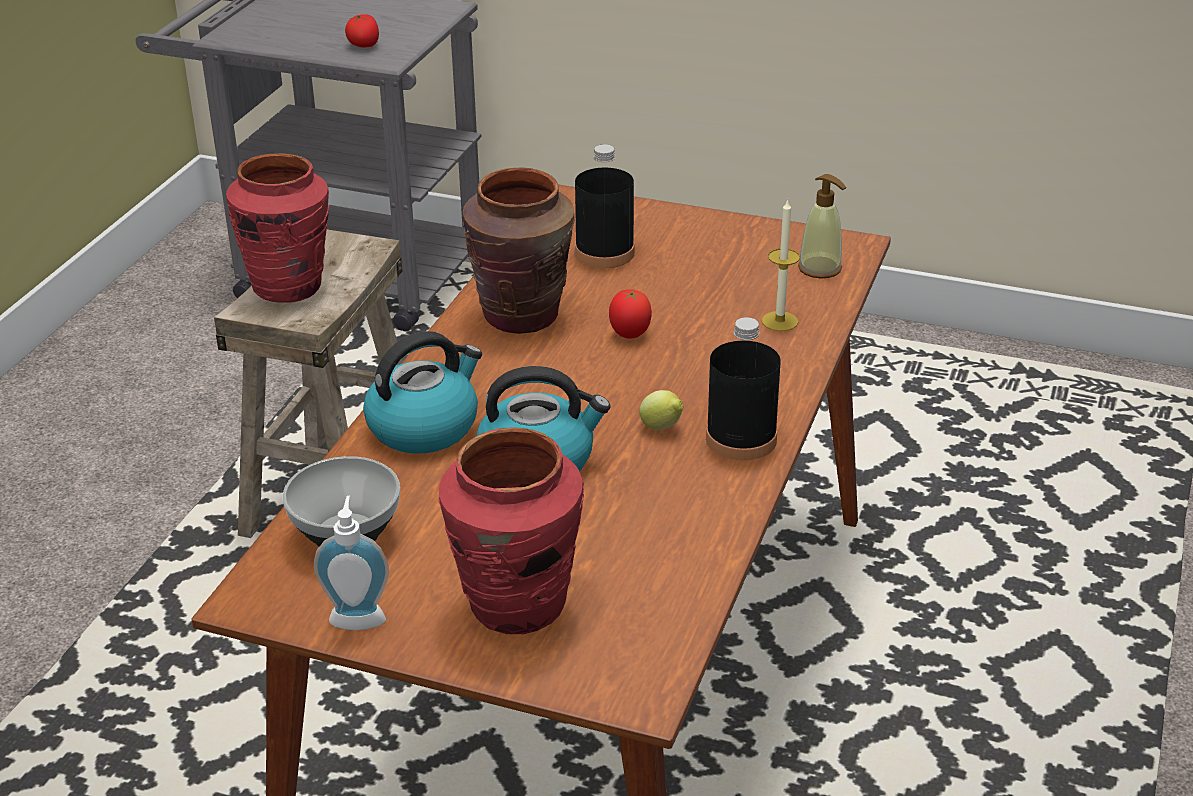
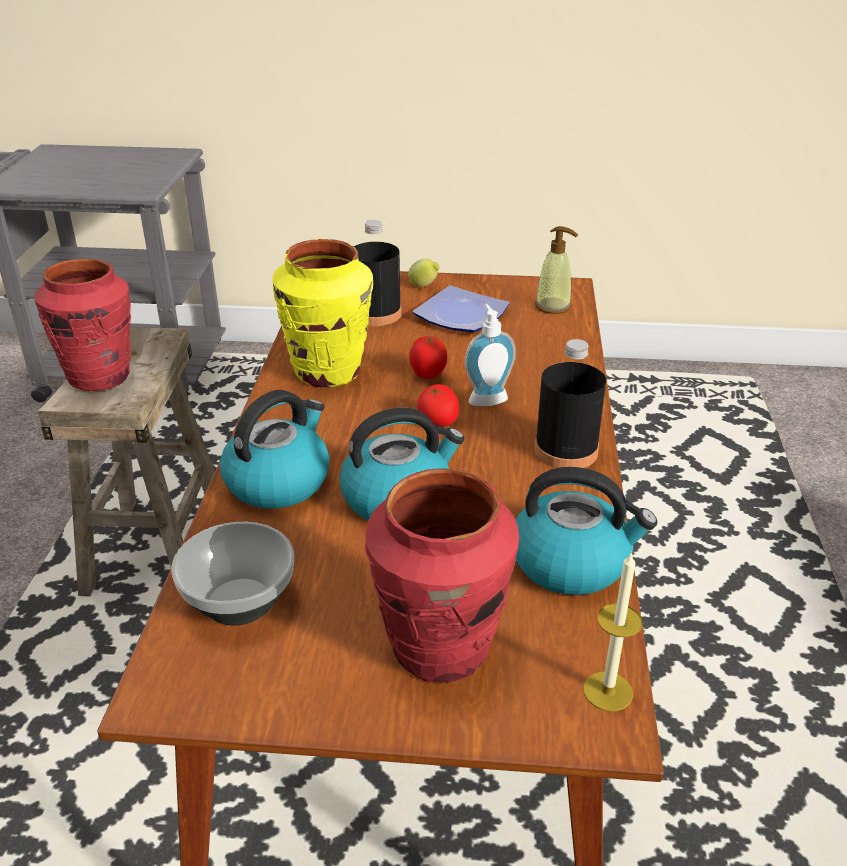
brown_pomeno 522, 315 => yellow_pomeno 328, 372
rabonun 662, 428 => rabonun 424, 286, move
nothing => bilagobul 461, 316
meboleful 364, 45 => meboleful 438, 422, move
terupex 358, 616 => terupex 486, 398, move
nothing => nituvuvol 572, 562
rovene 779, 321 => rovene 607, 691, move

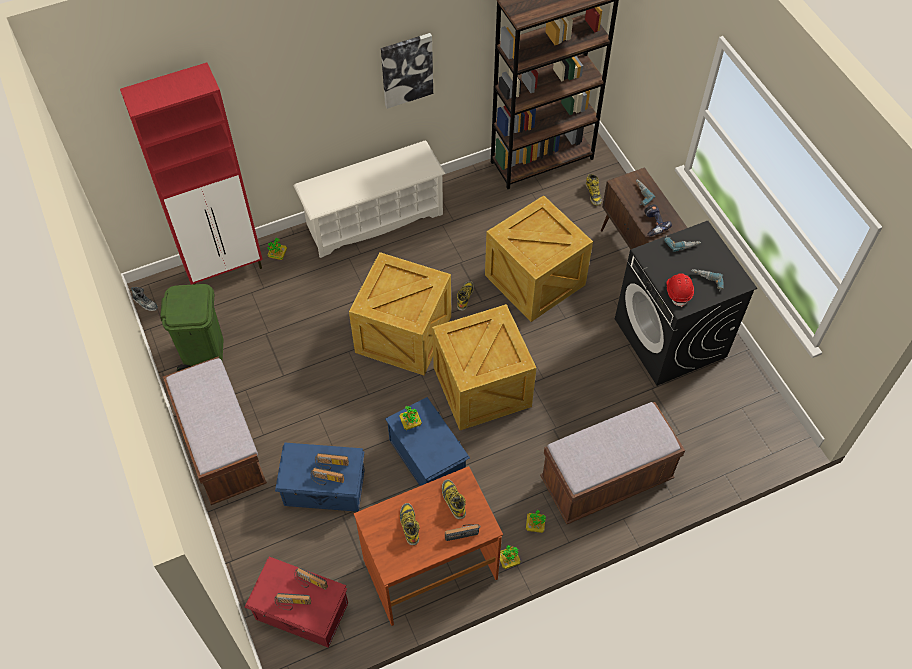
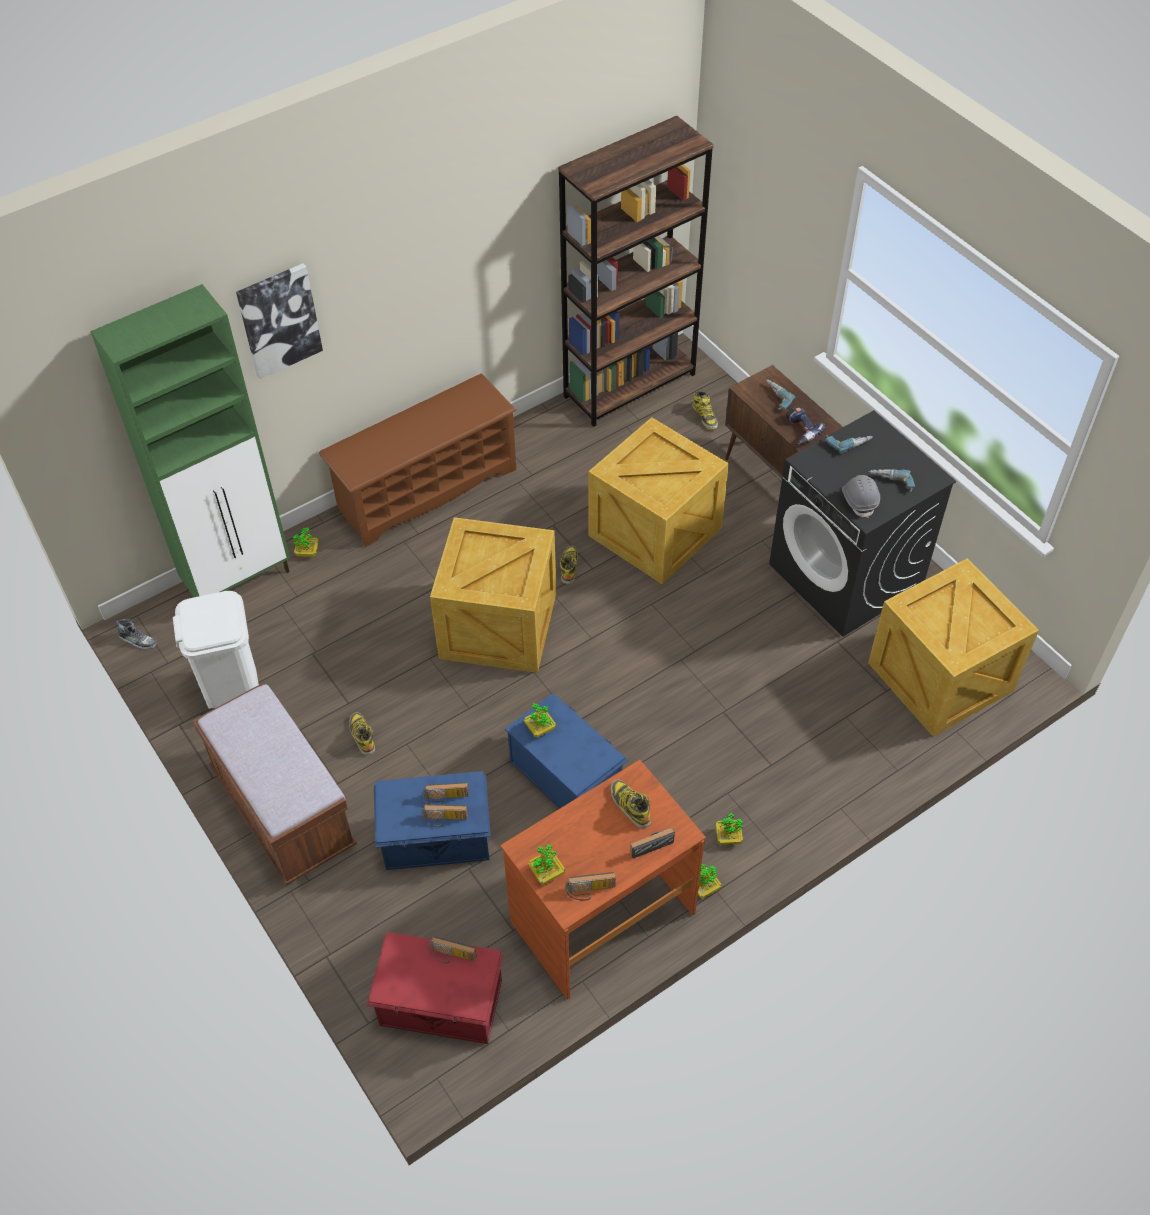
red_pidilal 226, 269 => green_pidilal 240, 580
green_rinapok 204, 352 => white_rinapok 232, 691
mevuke 406, 70 => mevuke 279, 320, move
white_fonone 374, 219 => brown_fonone 426, 488
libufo 409, 525 => libufo 362, 735, move
nothing => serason 546, 872
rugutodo 293, 604 => rugutodo 590, 891, move
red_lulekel 678, 292 => grey_lulekel 859, 500
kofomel 481, 388 => kofomel 940, 679, move
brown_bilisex 606, 480 => nothing

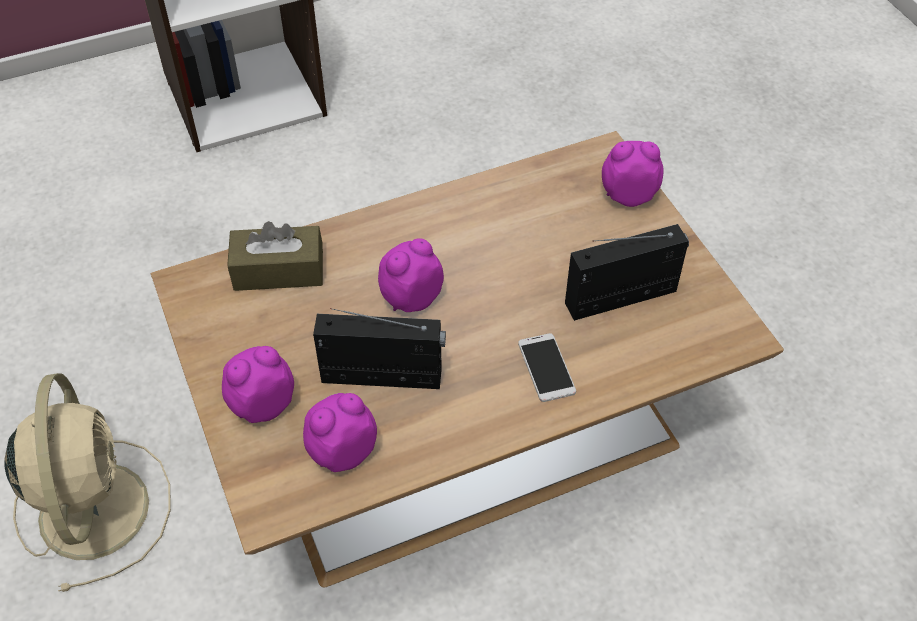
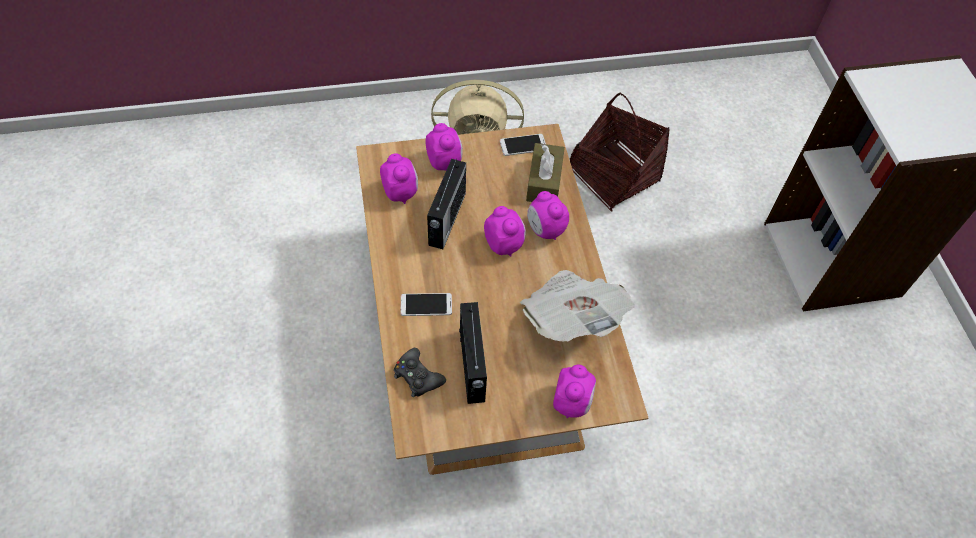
nothing => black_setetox 417, 377
nothing => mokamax 523, 145
nothing => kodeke 572, 318
nothing => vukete 545, 230
nothing => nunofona 613, 175

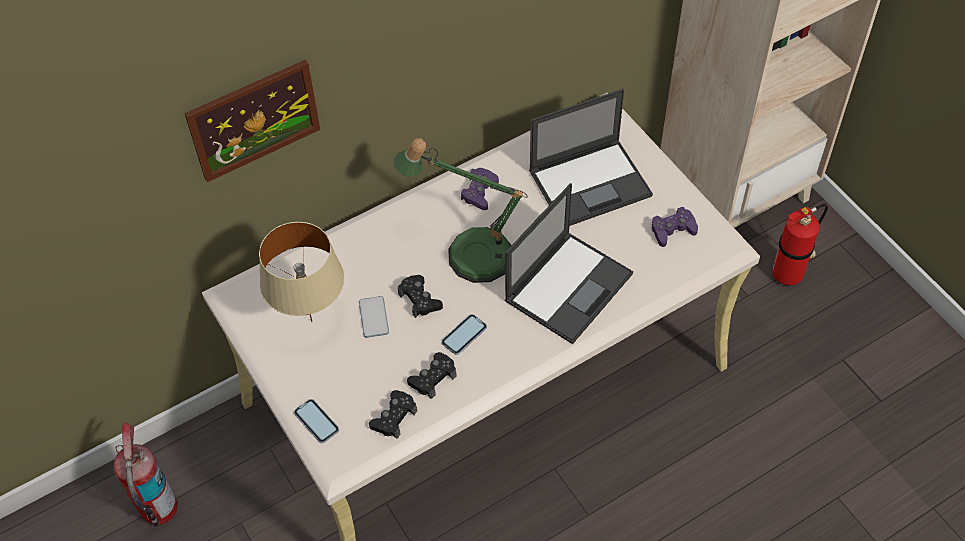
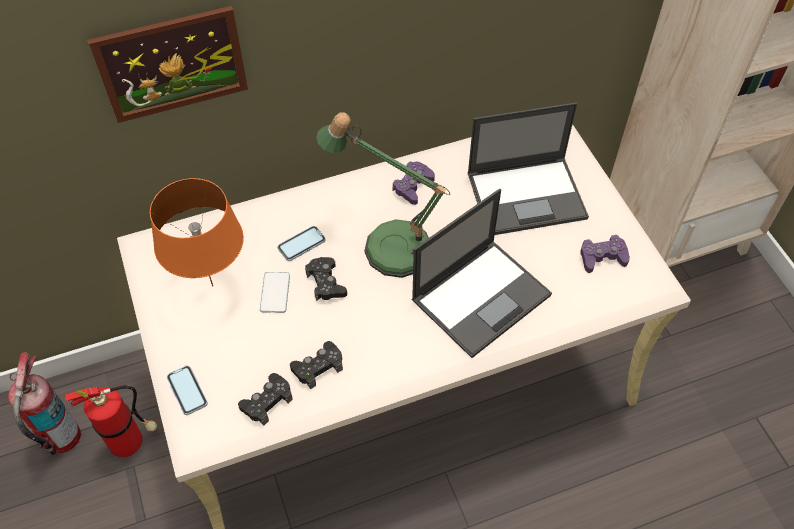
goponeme 789, 274 => goponeme 131, 442, move
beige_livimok 311, 322 => orange_livimok 212, 286
mokamax 464, 335 => mokamax 301, 244, move

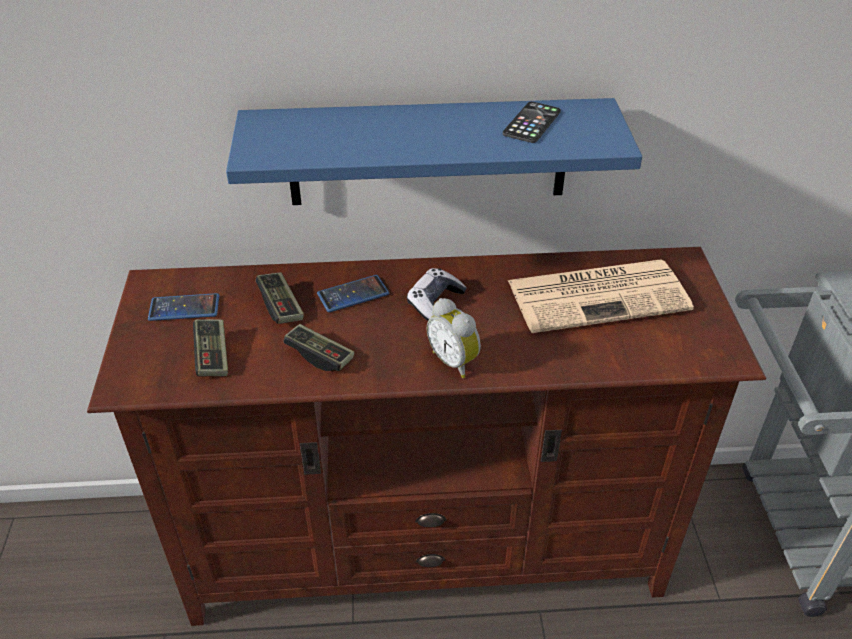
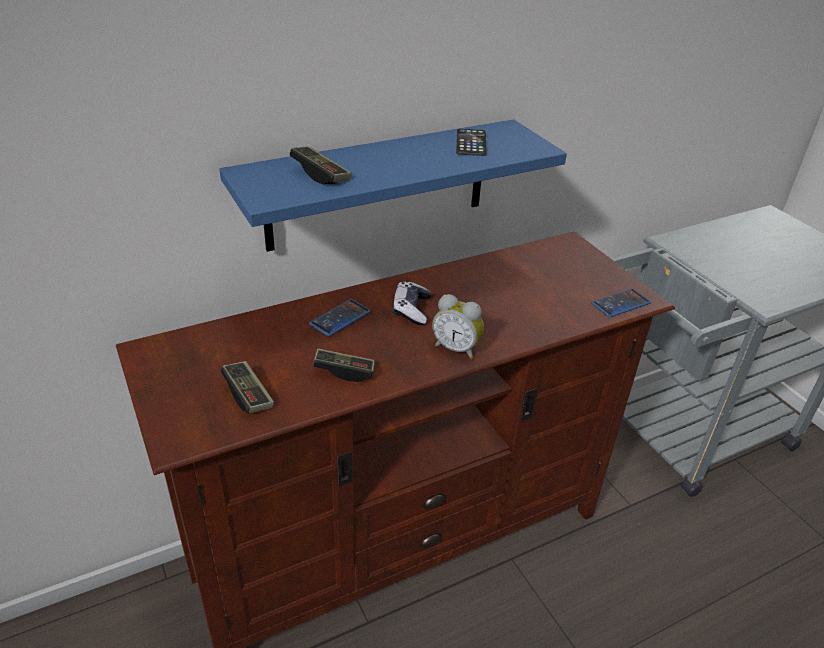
setetox 280, 306 => setetox 320, 174, move
mokamax 184, 308 => mokamax 620, 303, move
kodeke 599, 295 => nothing

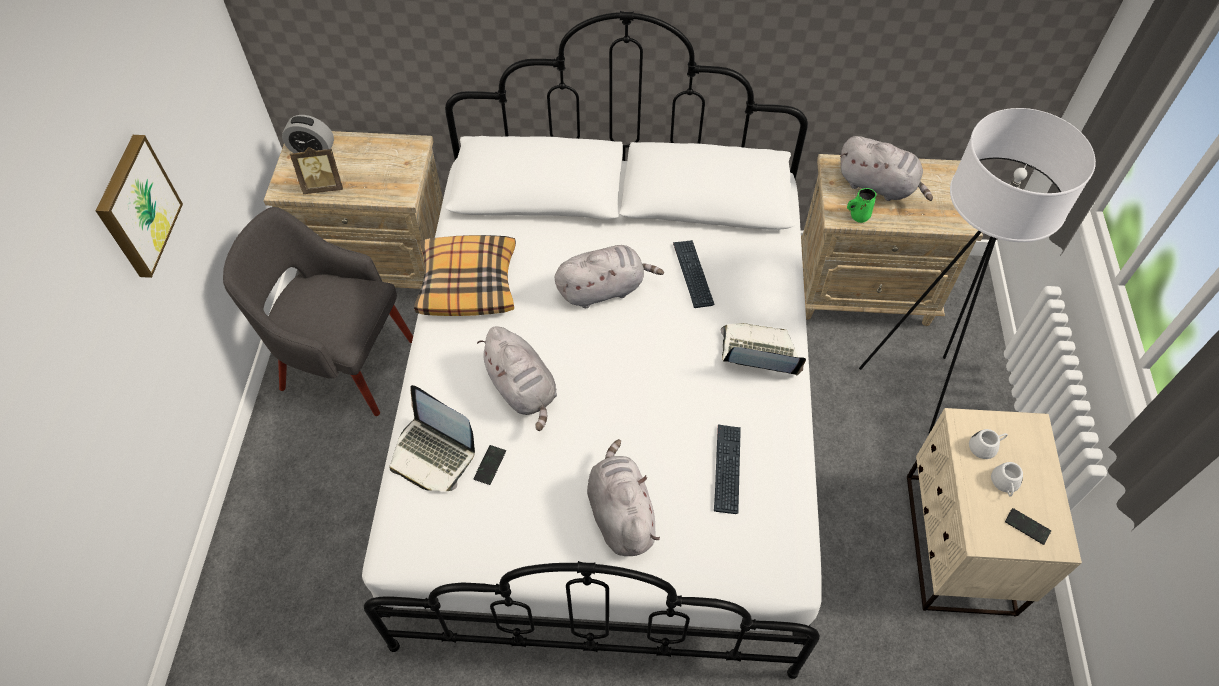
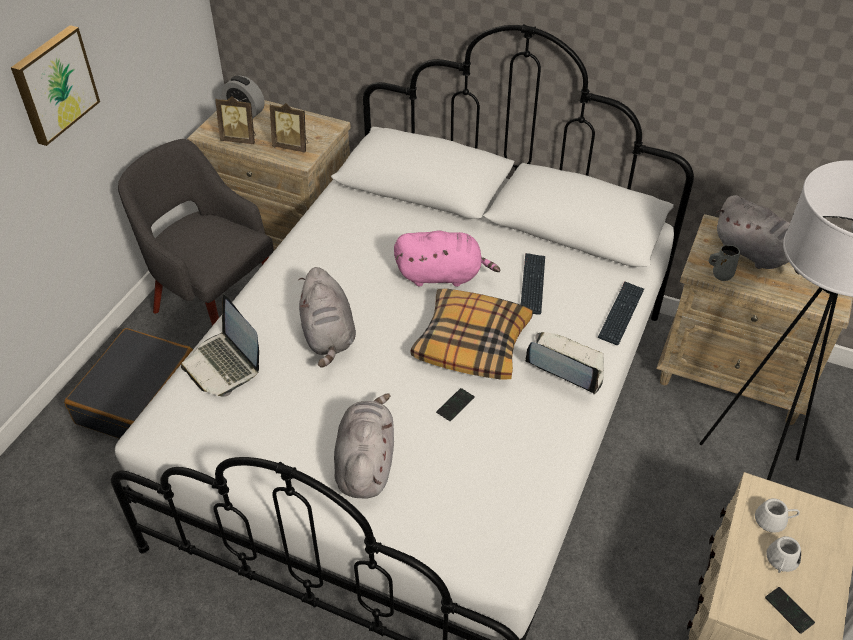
nothing => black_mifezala 139, 398
nothing => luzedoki 292, 146
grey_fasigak 604, 289 => pink_fasigak 442, 275
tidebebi 468, 283 => tidebebi 472, 342, move
mokamax 490, 465 => mokamax 455, 405, move
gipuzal 727, 469 => gipuzal 621, 313, move
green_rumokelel 858, 216 => grey_rumokelel 721, 274

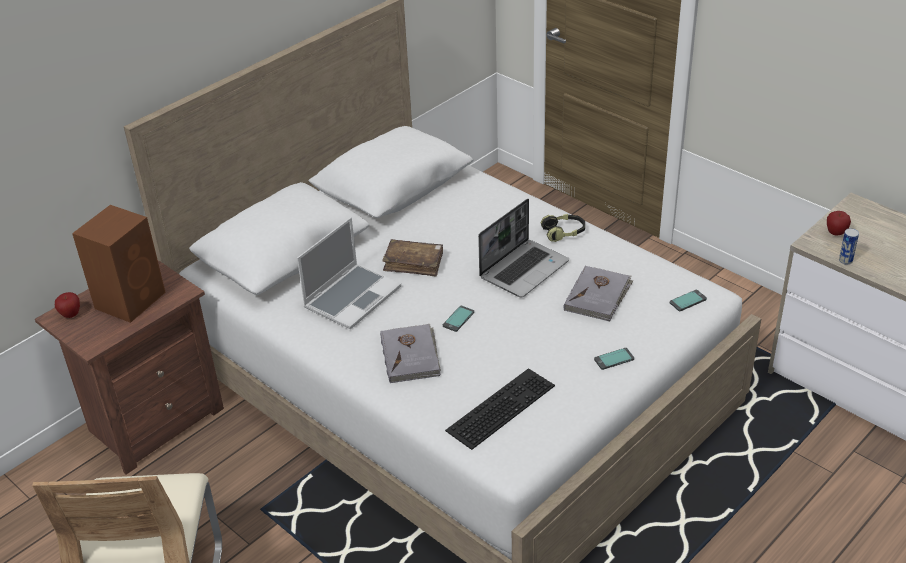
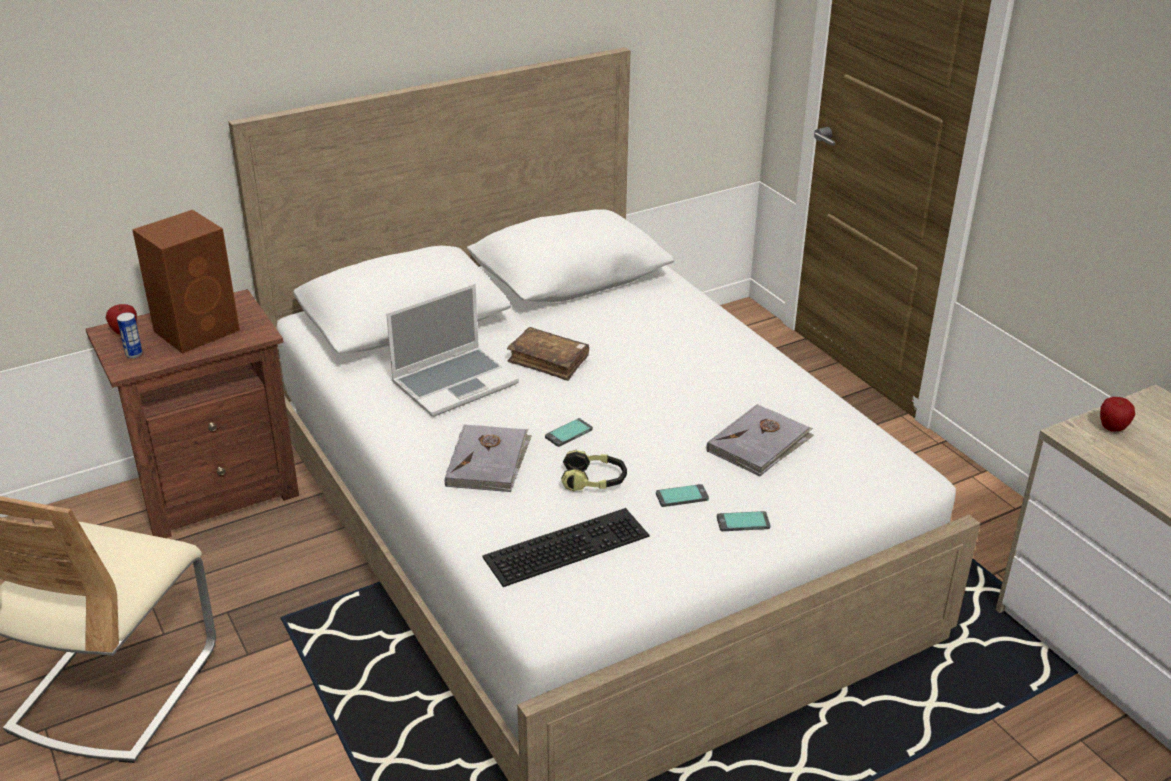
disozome 845, 260 => disozome 134, 354, move
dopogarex 564, 233 => dopogarex 594, 481, move
mokamax 687, 301 => mokamax 682, 496, move
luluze 524, 269 => nothing

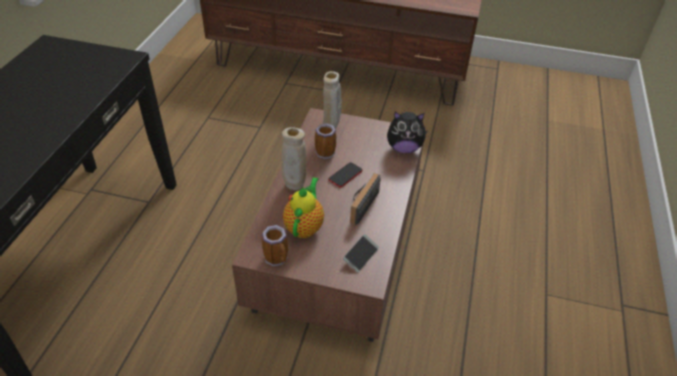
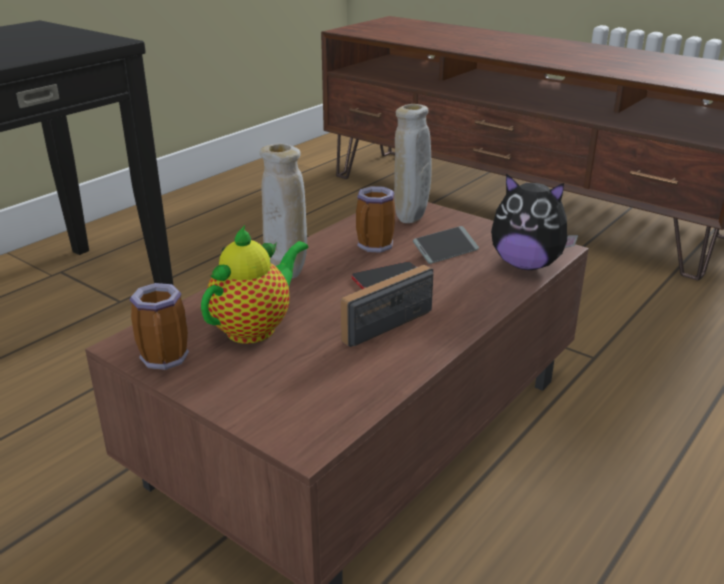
mokamax 361, 255 => mokamax 445, 251, move

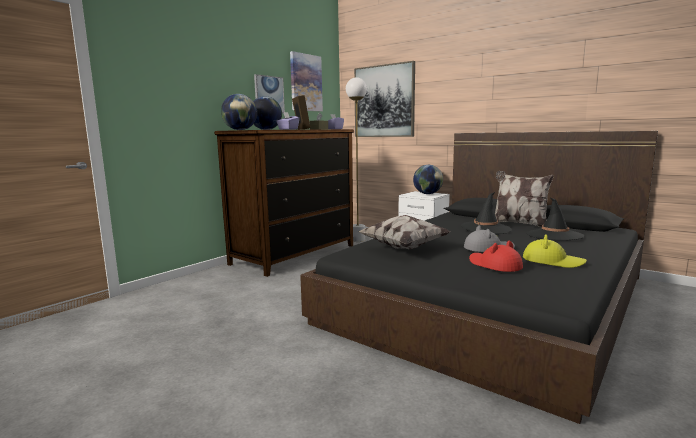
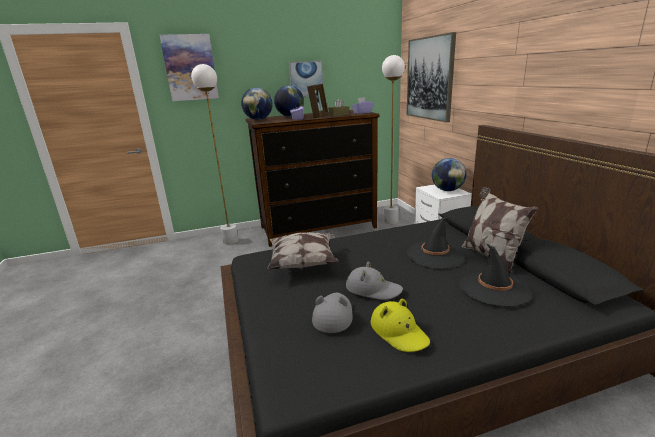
mevuke 305, 83 => mevuke 190, 68, move
nothing => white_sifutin 230, 241
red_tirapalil 494, 265 => grey_tirapalil 333, 315

